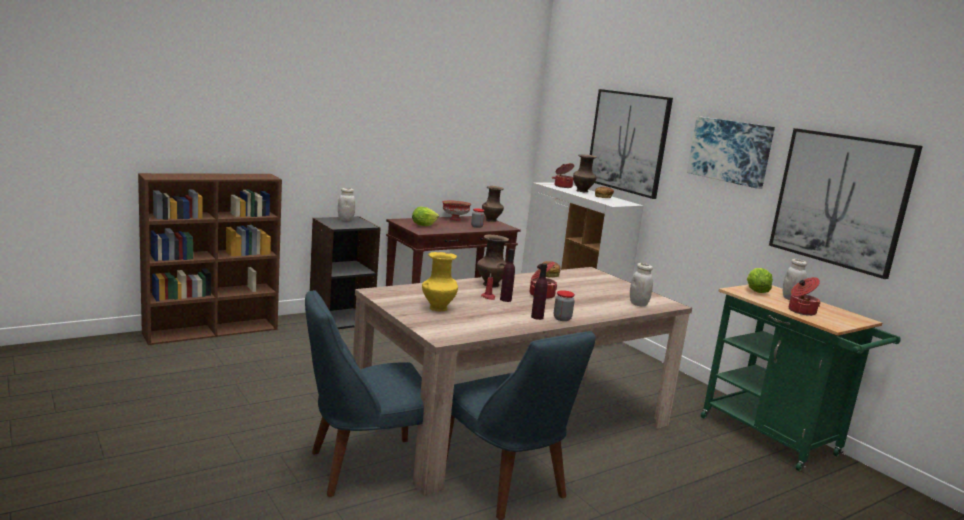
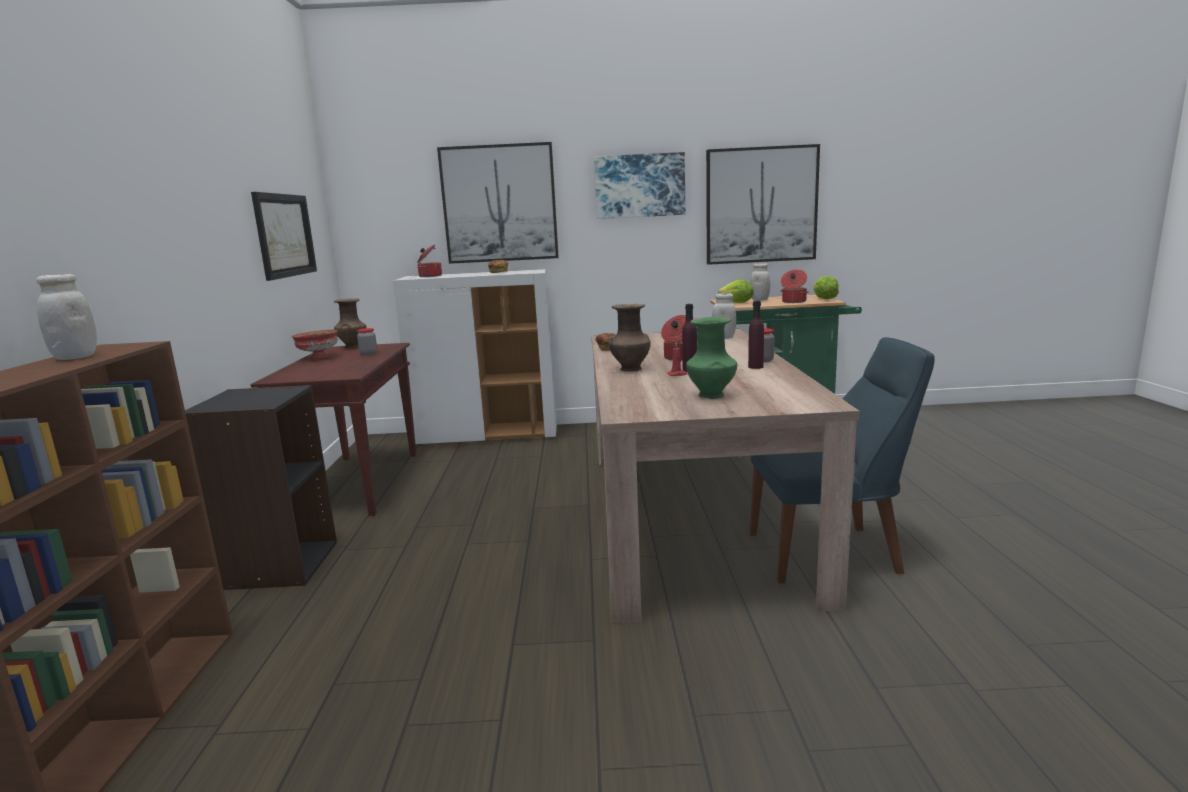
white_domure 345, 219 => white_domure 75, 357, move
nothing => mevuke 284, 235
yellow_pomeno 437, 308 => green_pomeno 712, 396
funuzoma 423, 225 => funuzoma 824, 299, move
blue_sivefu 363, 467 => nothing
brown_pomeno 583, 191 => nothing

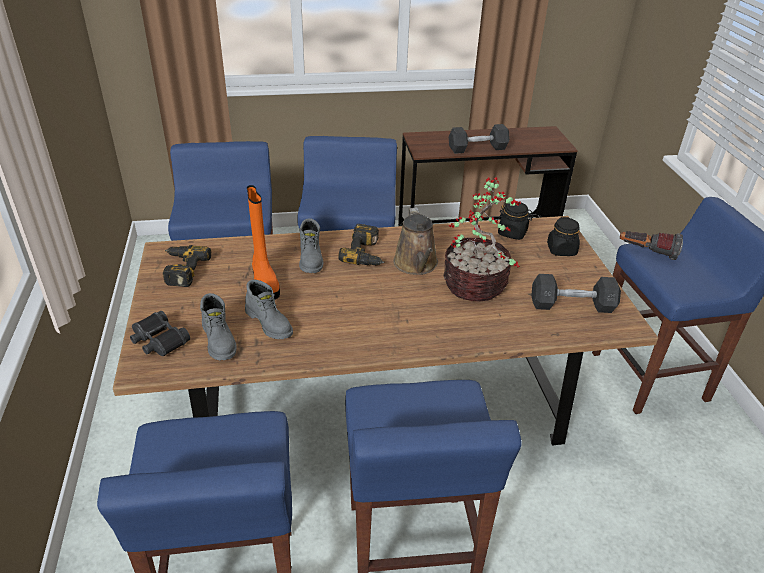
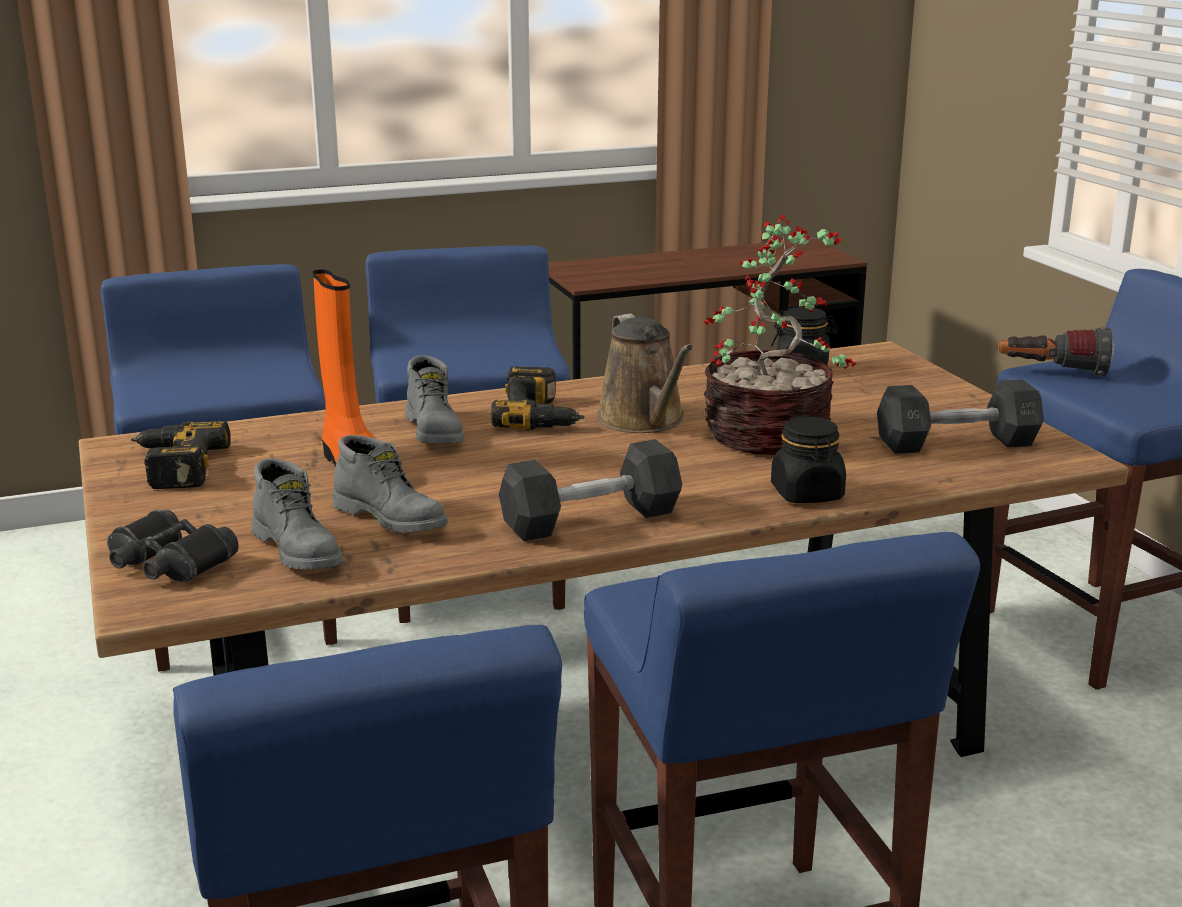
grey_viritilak 477, 148 => grey_viritilak 591, 519, move
black_domure 561, 250 => black_domure 807, 494, move

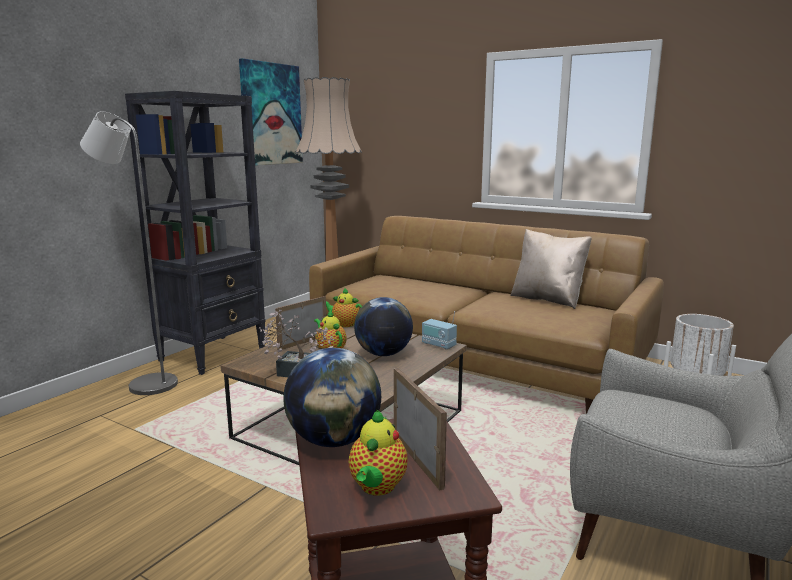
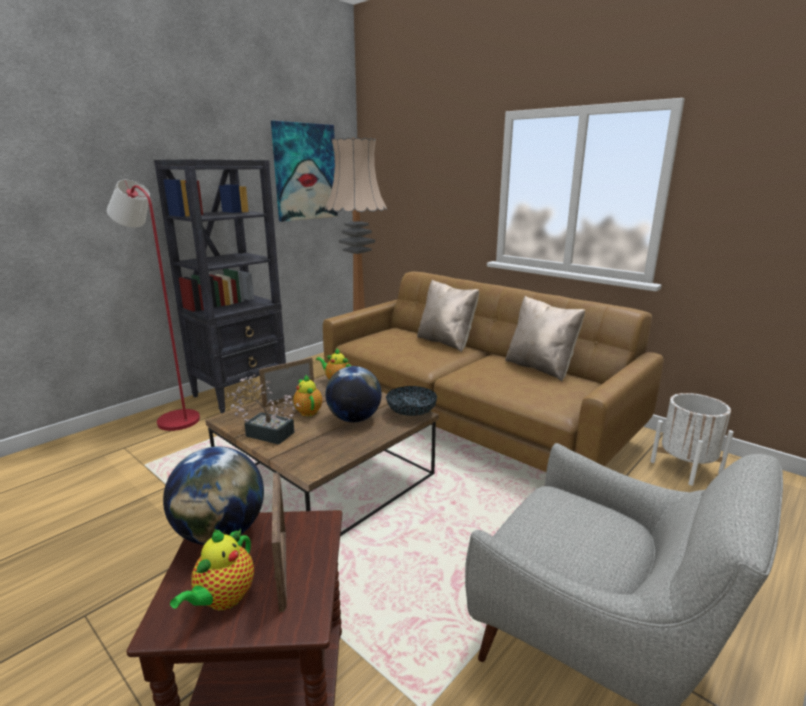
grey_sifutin 146, 384 => red_sifutin 173, 419
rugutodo 438, 345 => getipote 411, 412
nothing => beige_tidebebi 446, 342

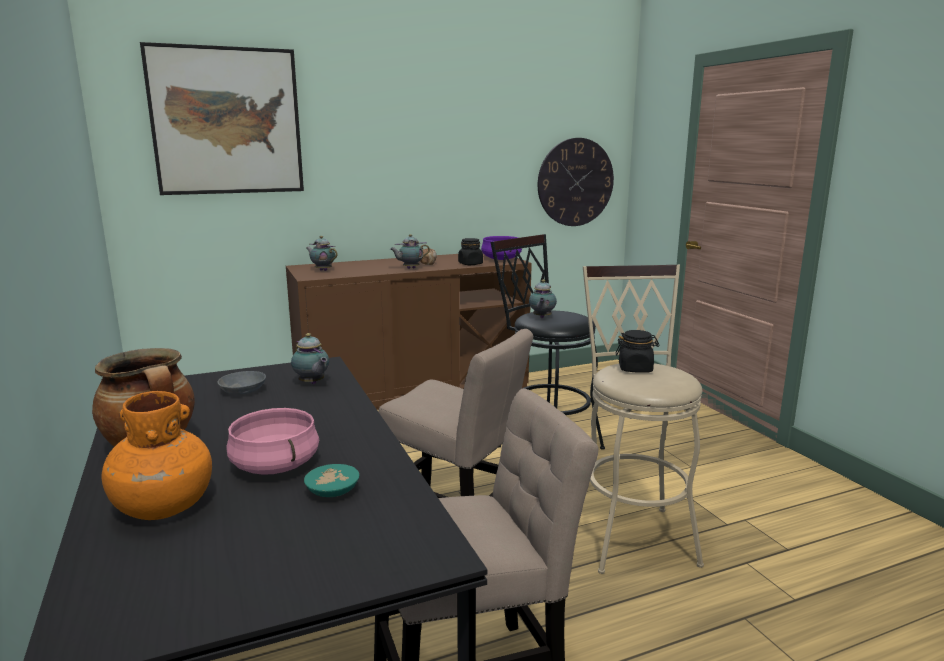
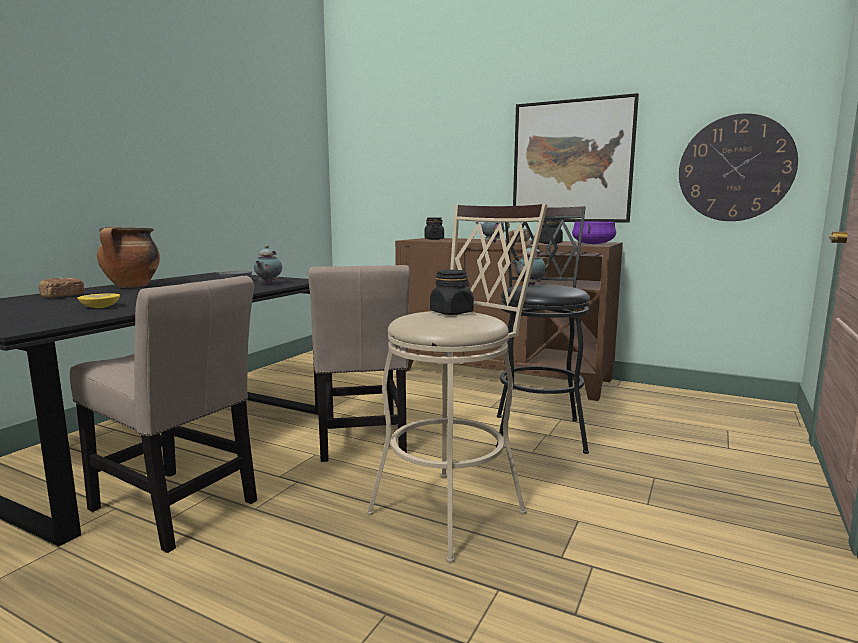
orange_pomeno 163, 506 => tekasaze 62, 296
turquoise_getipote 331, 492 => yellow_getipote 99, 307
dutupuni 322, 270 => black_domure 434, 239
mevuke 227, 121 => mevuke 572, 162, move
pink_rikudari 276, 465 => nothing

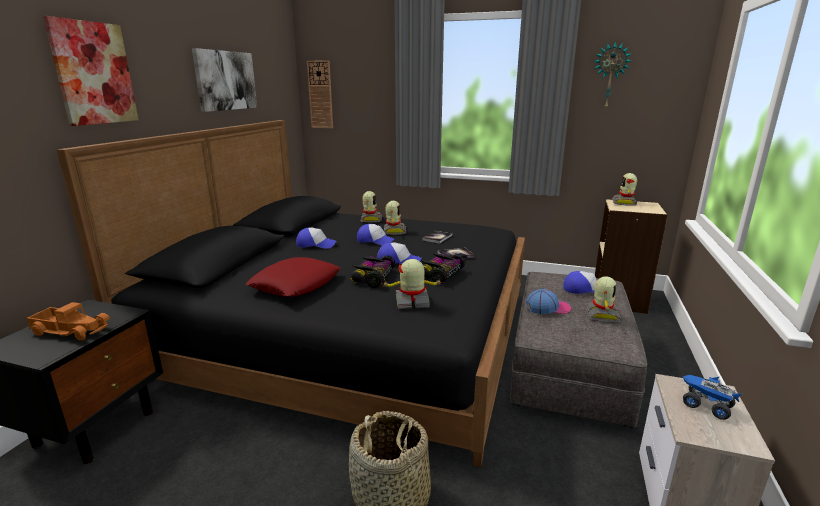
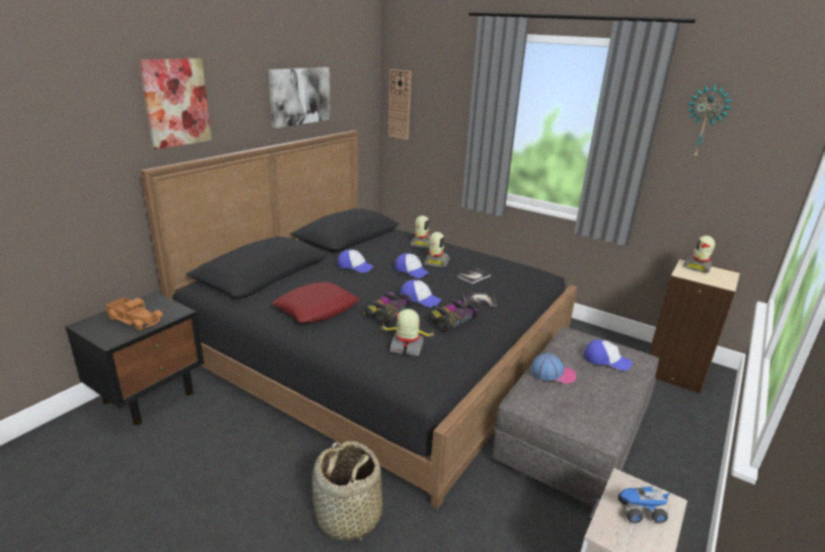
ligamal 706, 406 => ligamal 640, 512, 60 degrees counterclockwise
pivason 602, 315 => nothing

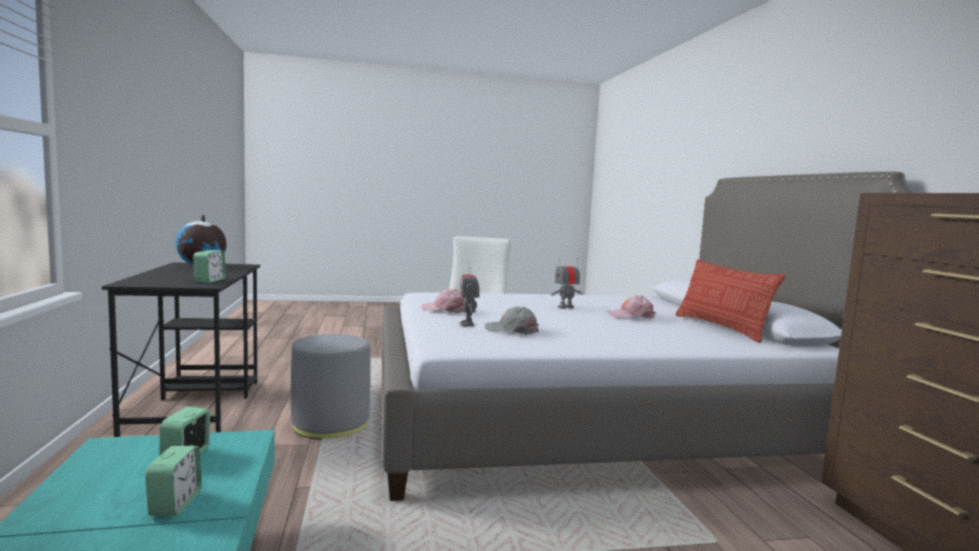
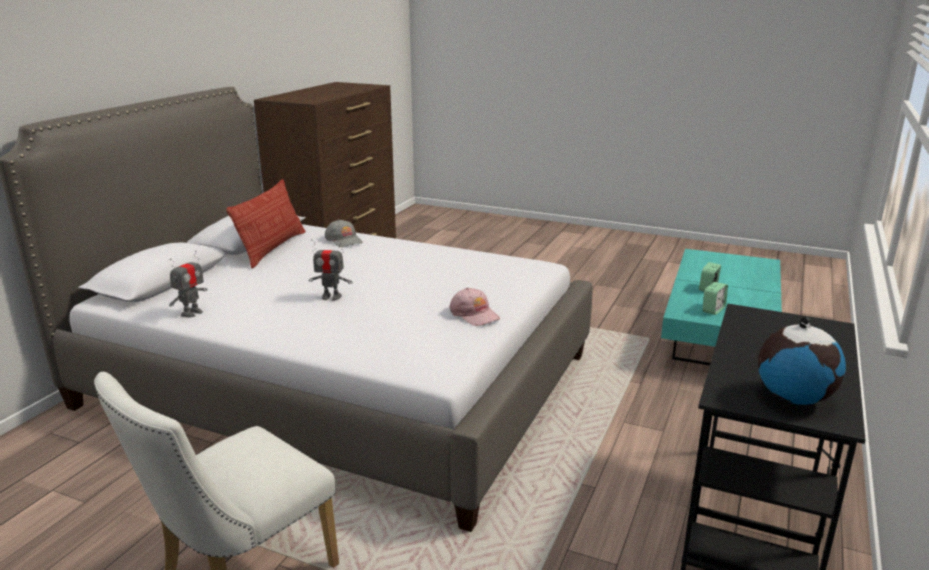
pivason 468, 324 => pivason 192, 313, move
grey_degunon 512, 330 => grey_degunon 344, 240, move
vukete 210, 280 => nothing
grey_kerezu 330, 424 => nothing
pink_degunon 631, 316 => nothing

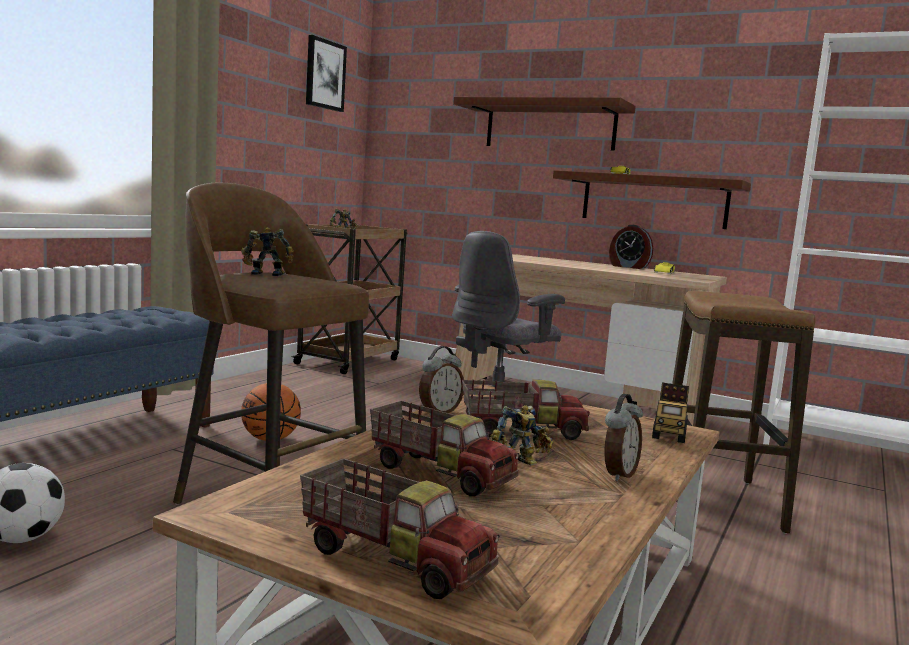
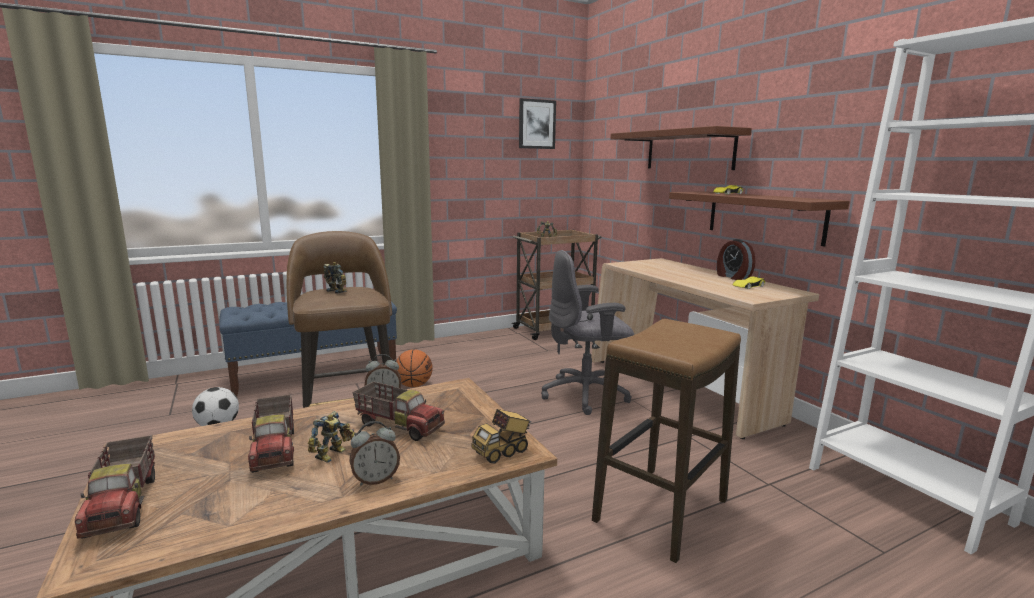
pivason 519, 465 => pivason 333, 454, 60 degrees counterclockwise

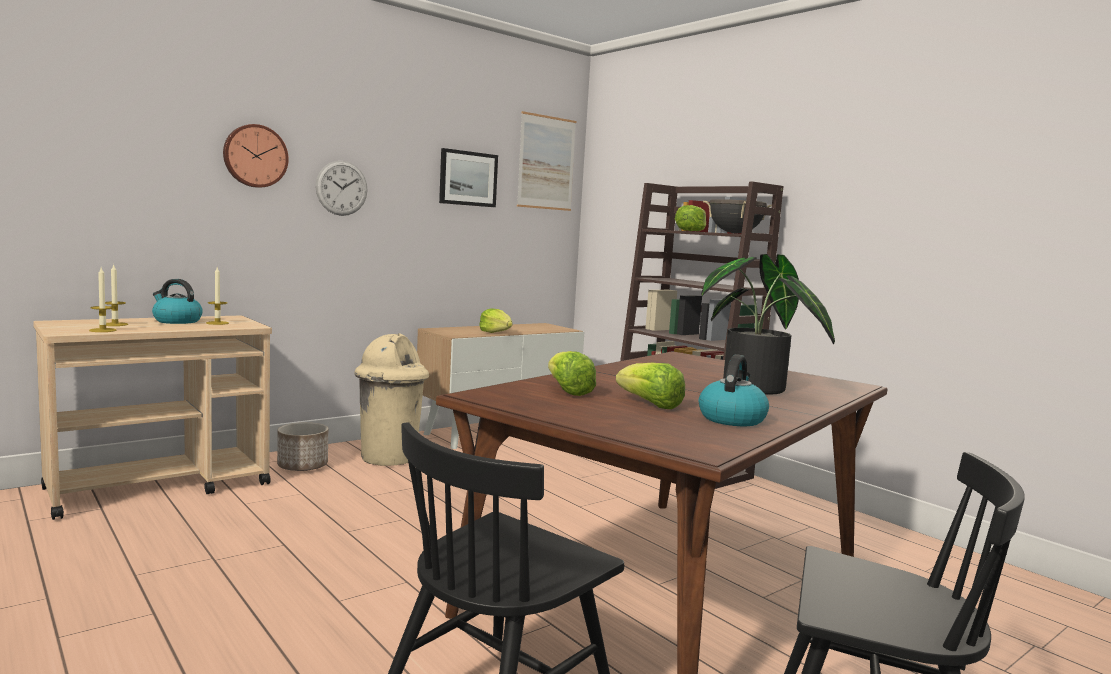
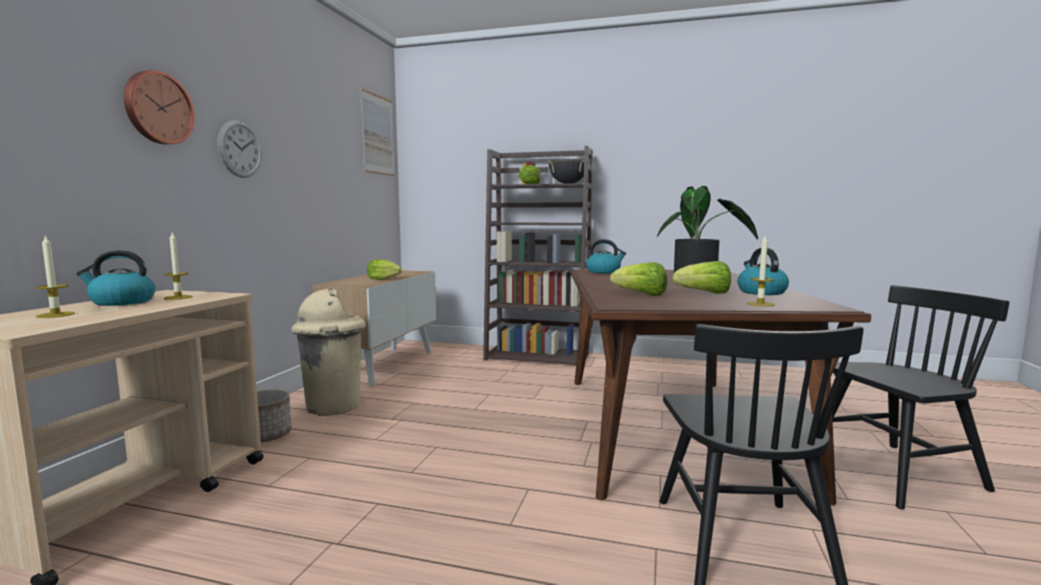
nothing => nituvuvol 604, 272
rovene 103, 330 => rovene 760, 304, move
mevuke 468, 178 => nothing

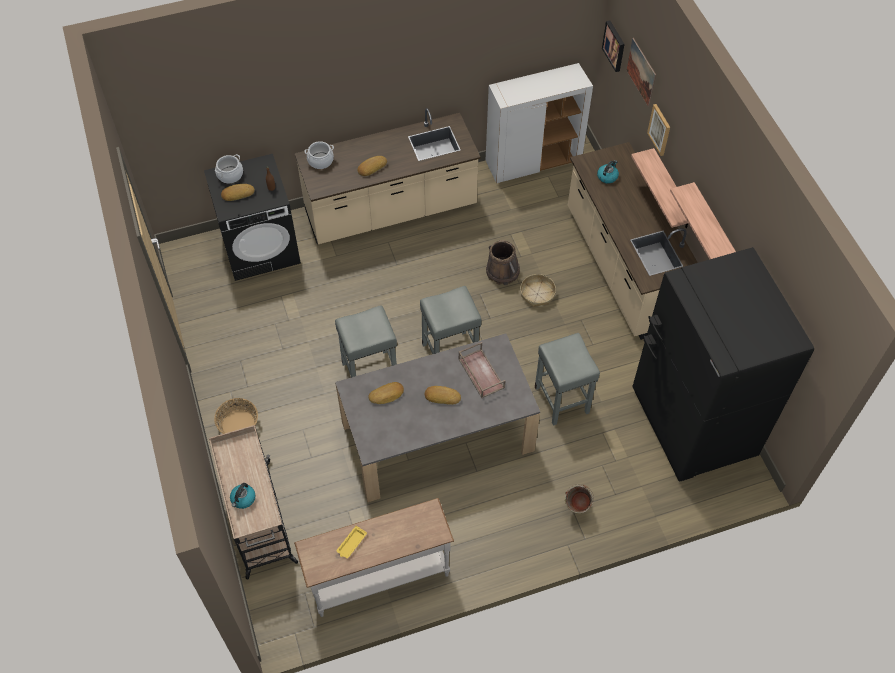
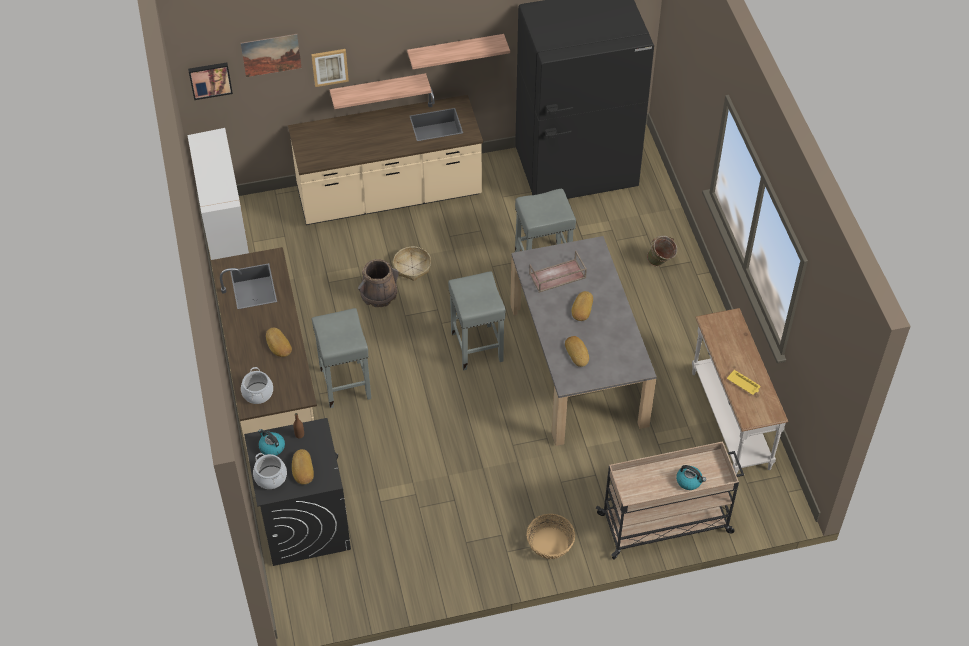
nituvuvol 607, 176 => nituvuvol 271, 447, move
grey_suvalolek 370, 371 => grey_suvalolek 344, 383, move

